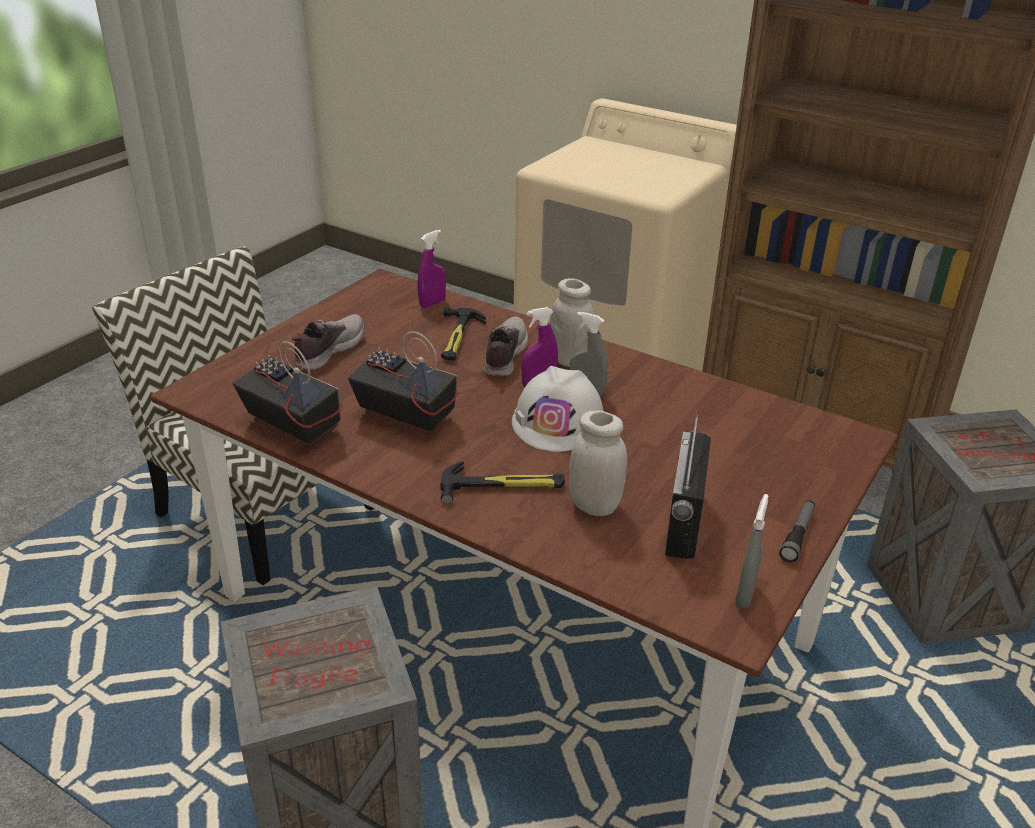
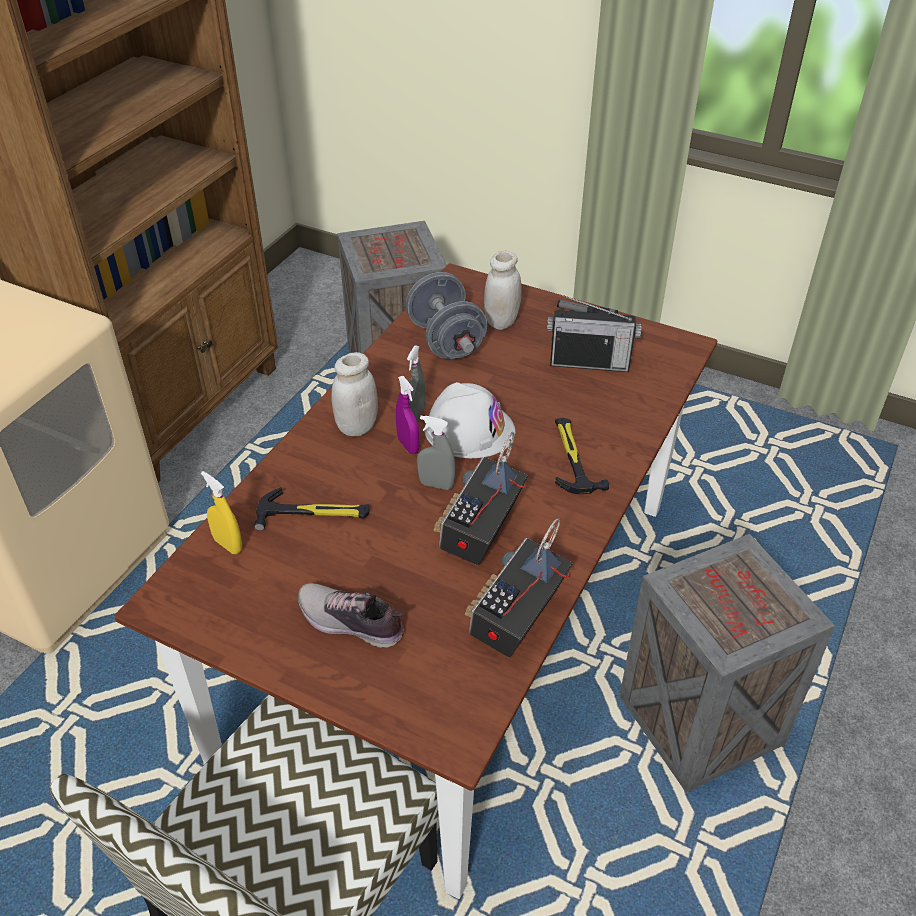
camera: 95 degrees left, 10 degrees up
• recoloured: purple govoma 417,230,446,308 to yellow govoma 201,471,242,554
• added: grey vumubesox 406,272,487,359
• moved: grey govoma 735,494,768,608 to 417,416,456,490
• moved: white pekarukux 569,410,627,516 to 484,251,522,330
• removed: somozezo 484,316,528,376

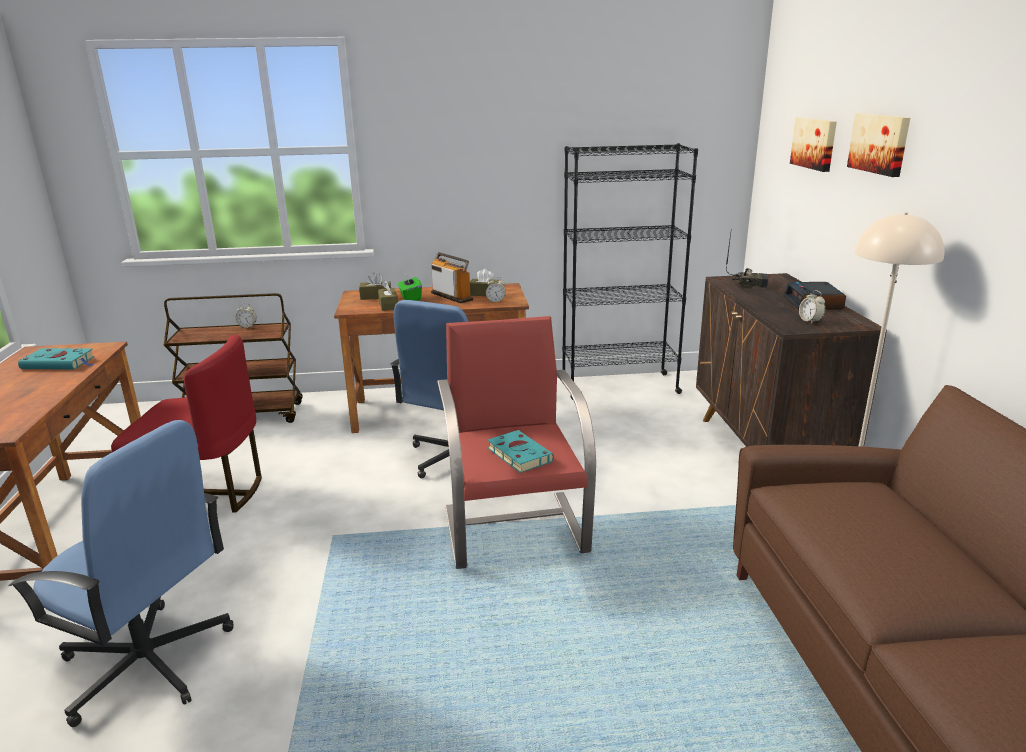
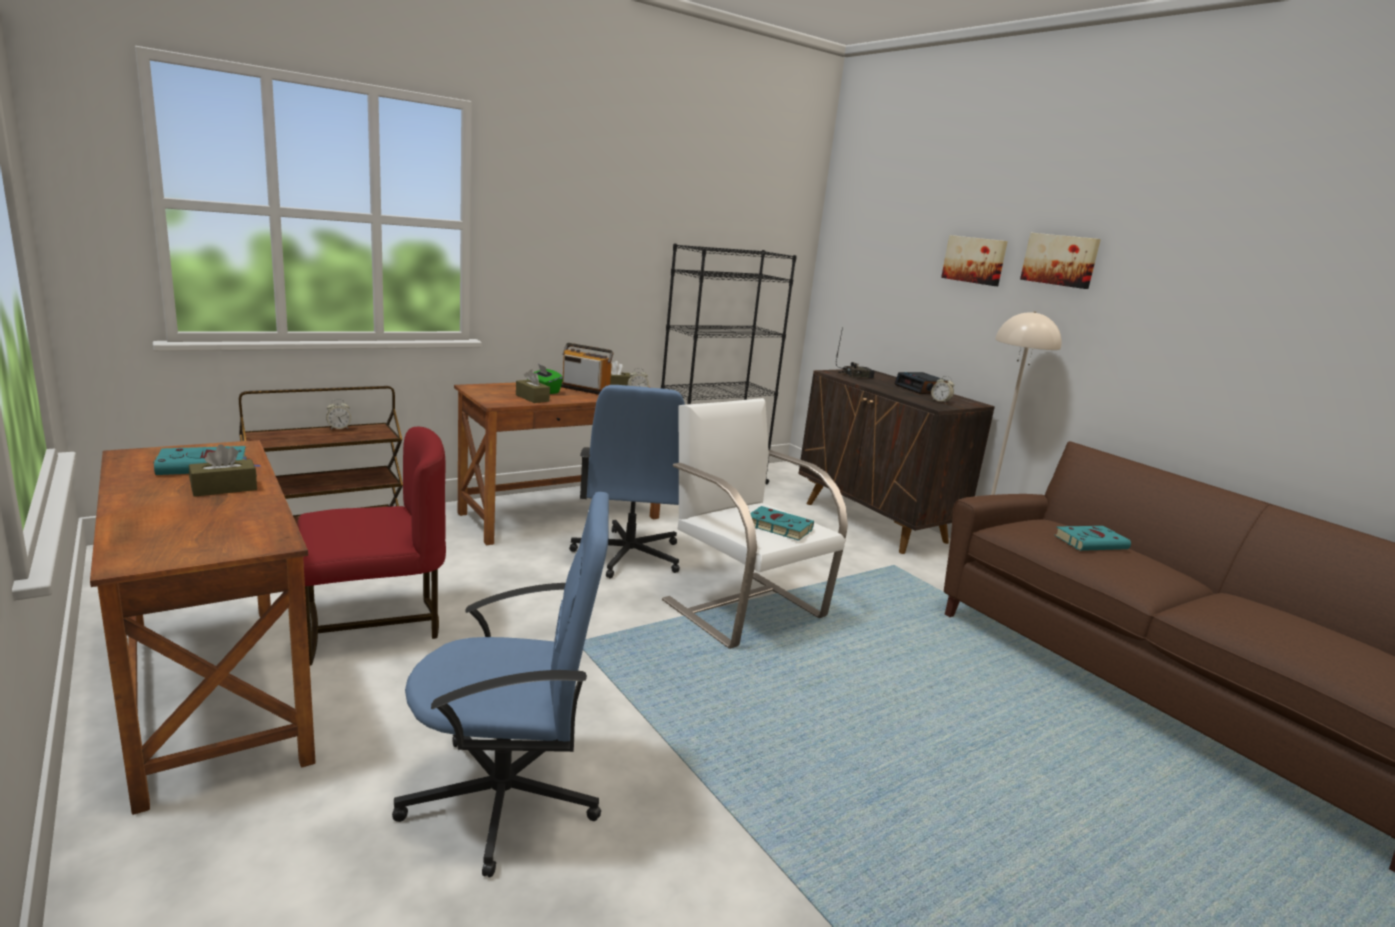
camera: 30 degrees left, 5 degrees down
• moved: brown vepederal 359,272,391,300 to 189,444,257,497
• recoloured: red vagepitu 437,316,596,569 to white vagepitu 662,398,848,649
• moved: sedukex 790,117,837,172 to 1020,233,1101,289
• added: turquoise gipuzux 1054,526,1131,551

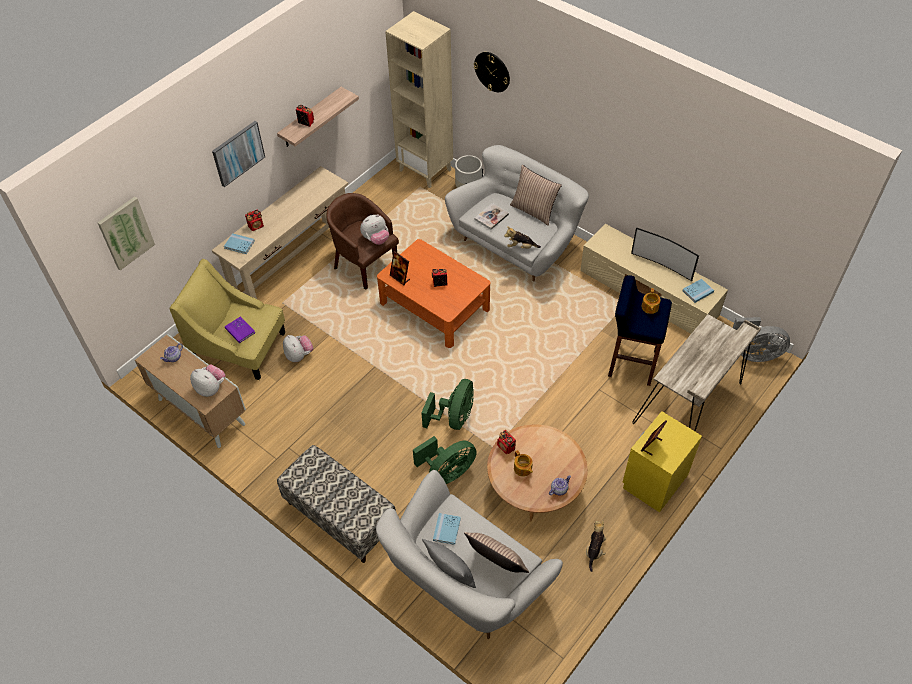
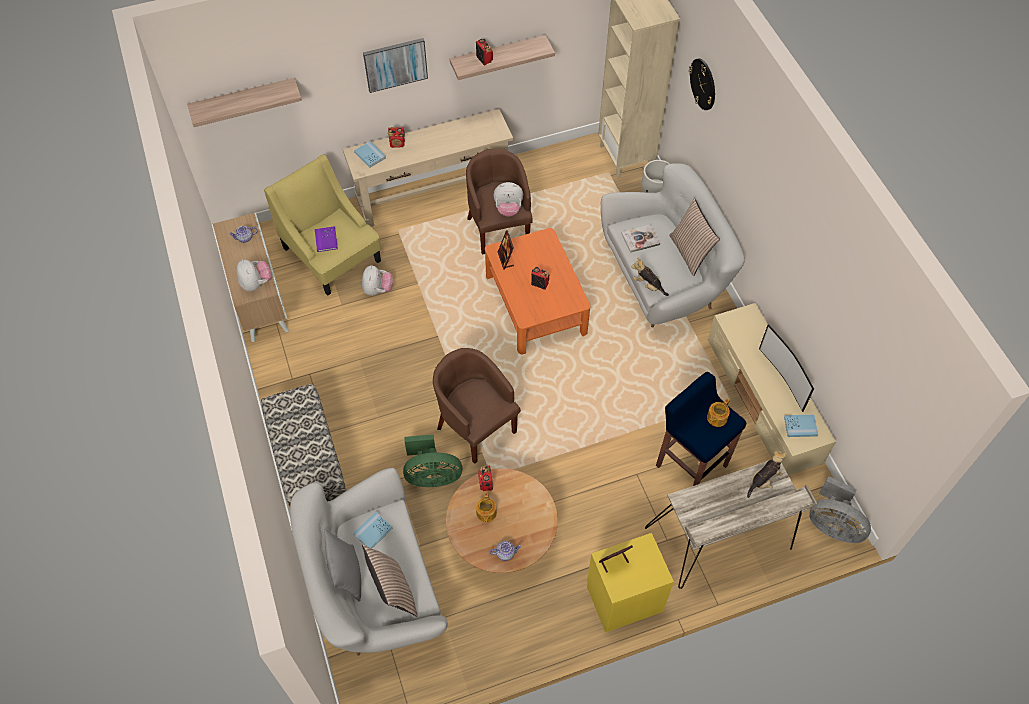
camera: 30 degrees right, 5 degrees up
• replaced: sedukex 98,197,155,270 to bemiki 187,78,302,127
• replaced: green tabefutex 421,379,474,430 to brown vagepitu 433,348,521,464
• moved: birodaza 586,521,606,572 to 747,450,787,498

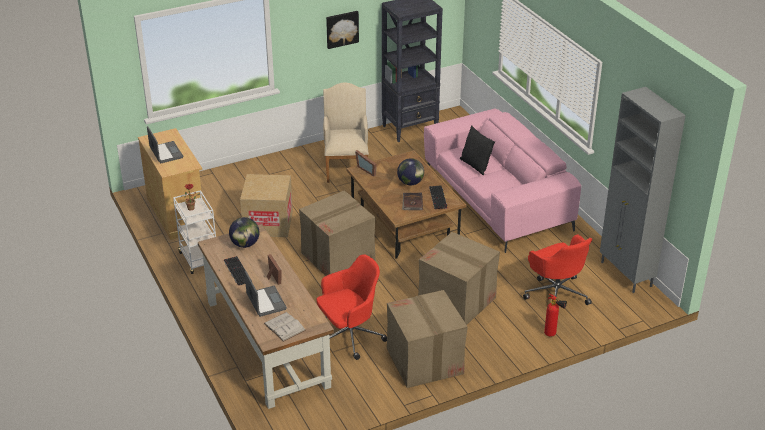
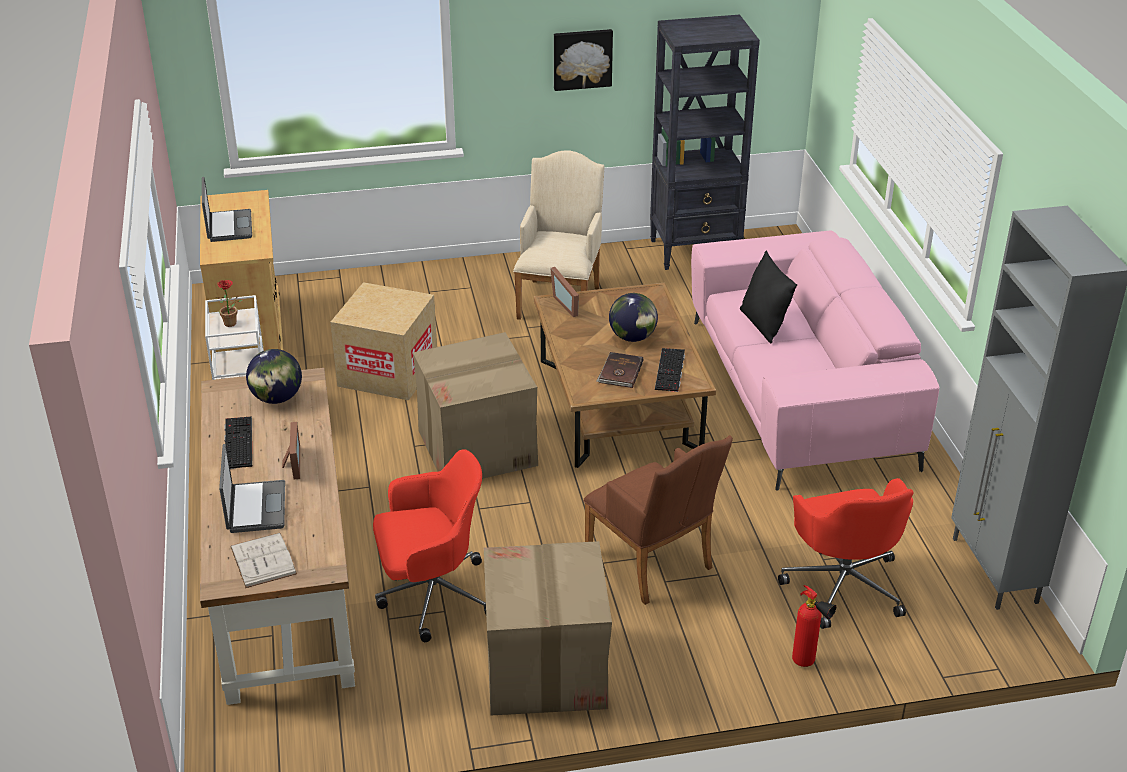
camera: 15 degrees right, 0 degrees up
• replaced: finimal 418,232,500,325 to brown vagepitu 583,435,733,605

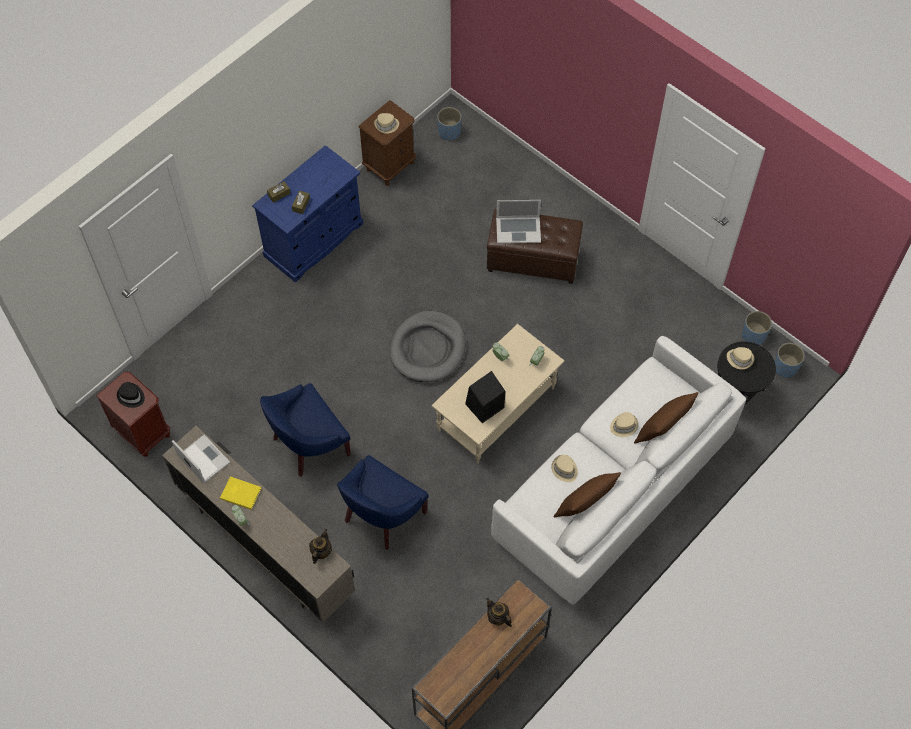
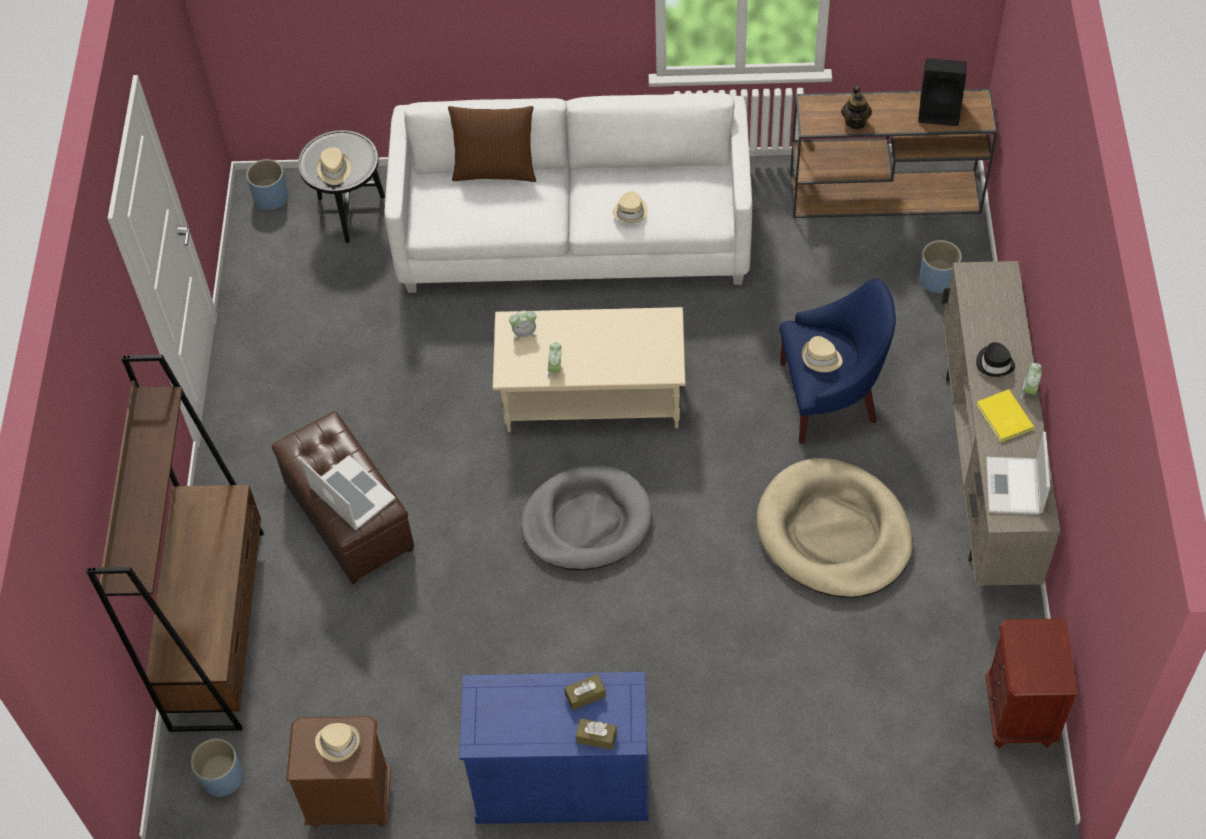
camera: 130 degrees left, 5 degrees down
• added: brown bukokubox 86,354,264,732
• replaced: blue vagepitu 260,383,351,477 to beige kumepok 757,458,913,598
• moved: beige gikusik 610,412,638,437 to 802,336,842,372
• moved: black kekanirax 465,371,505,423 to 918,58,966,126
• moved: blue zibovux 742,311,772,345 to 920,240,962,293
• moved: black gikusik 117,382,145,408 to 976,342,1015,377
• removed: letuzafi 309,529,332,564
• removed: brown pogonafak 554,472,621,517

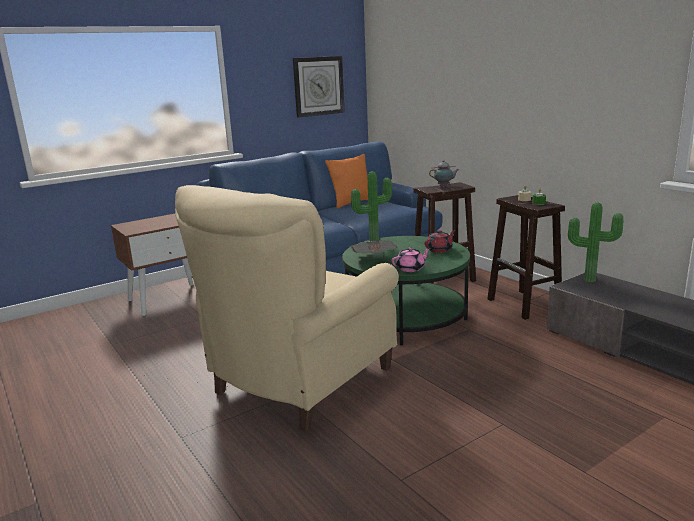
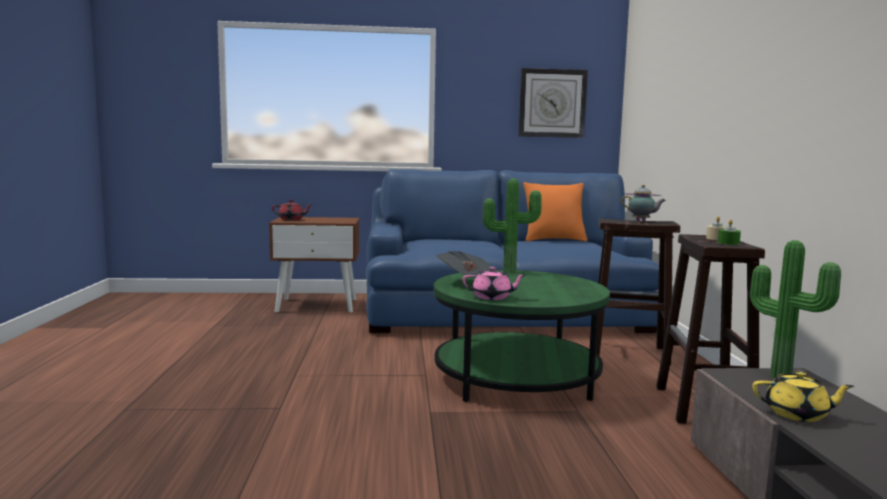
camera: 30 degrees right, 10 degrees down
• moved: red letuzafi 425,230,455,253 to 272,200,312,220
• added: yellow letuzafi 752,371,854,422
• removed: beige vagepitu 175,185,399,432

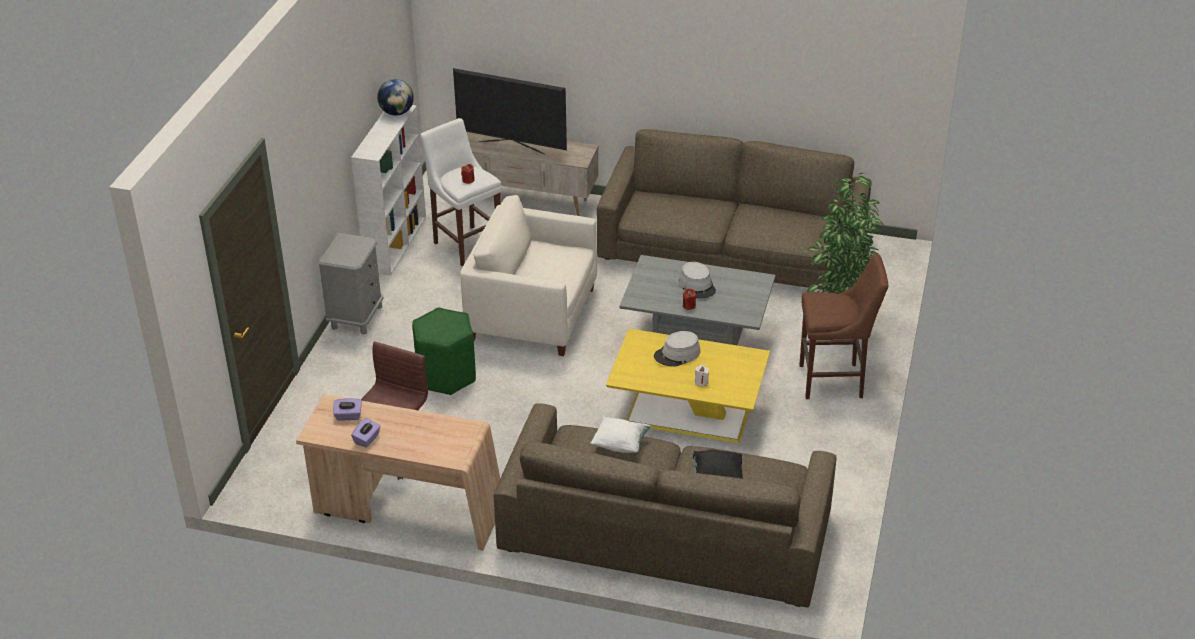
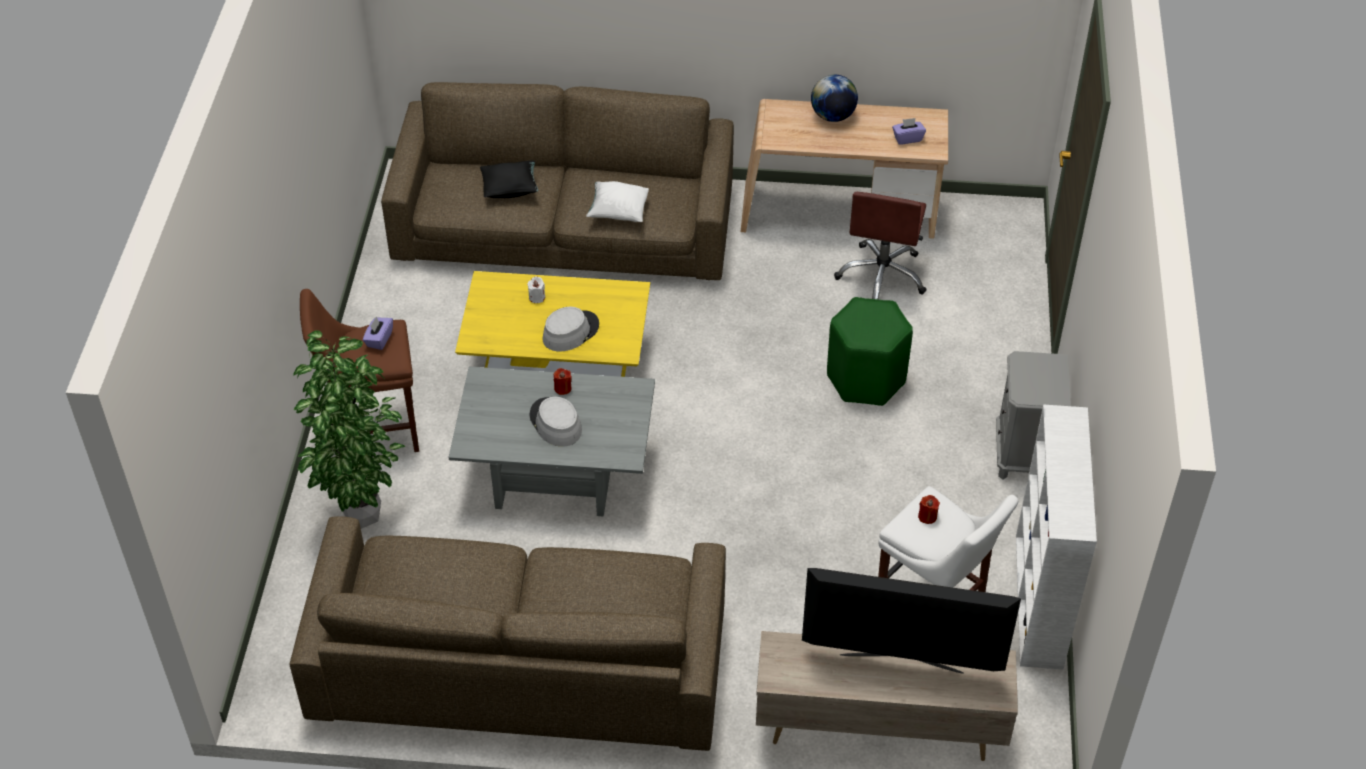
camera: 170 degrees right, 10 degrees up
• moved: purple vepederal 351,418,381,448 to 363,316,393,350
• moved: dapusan 377,79,414,116 to 811,75,858,122
• removed: white vagepitu 460,195,597,356

